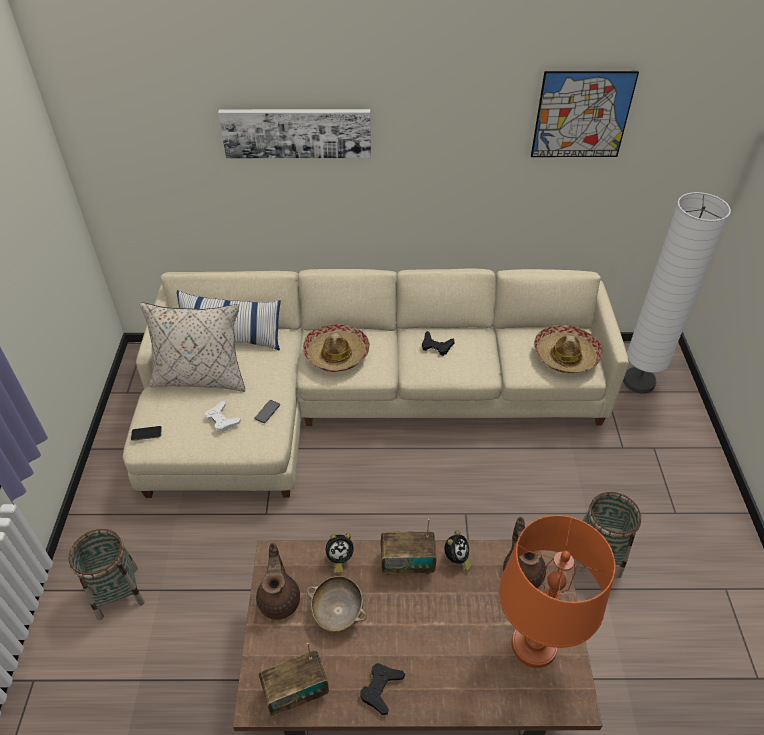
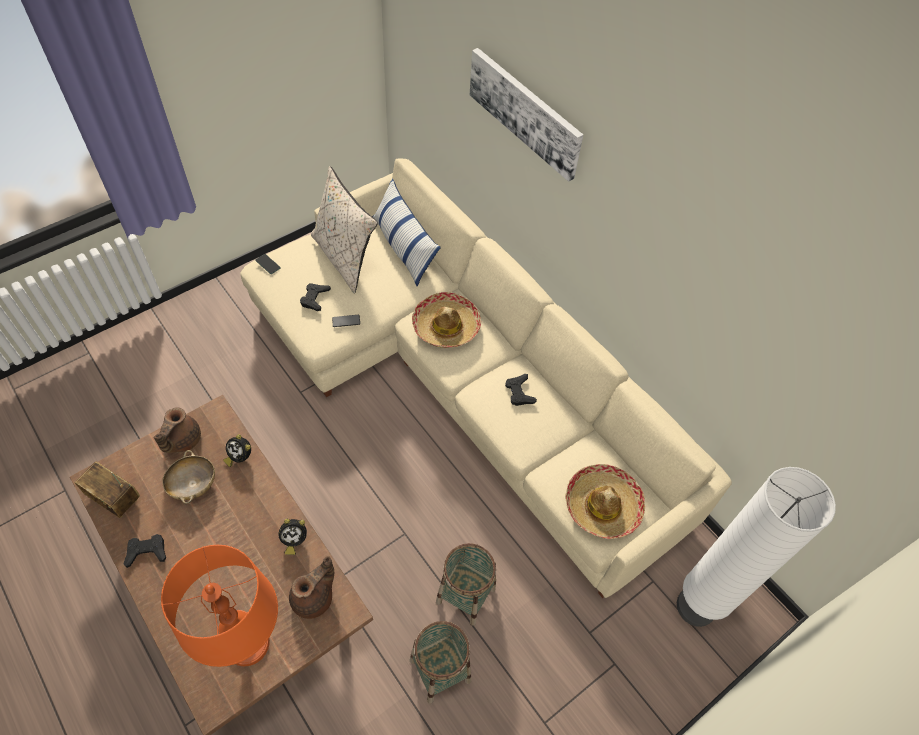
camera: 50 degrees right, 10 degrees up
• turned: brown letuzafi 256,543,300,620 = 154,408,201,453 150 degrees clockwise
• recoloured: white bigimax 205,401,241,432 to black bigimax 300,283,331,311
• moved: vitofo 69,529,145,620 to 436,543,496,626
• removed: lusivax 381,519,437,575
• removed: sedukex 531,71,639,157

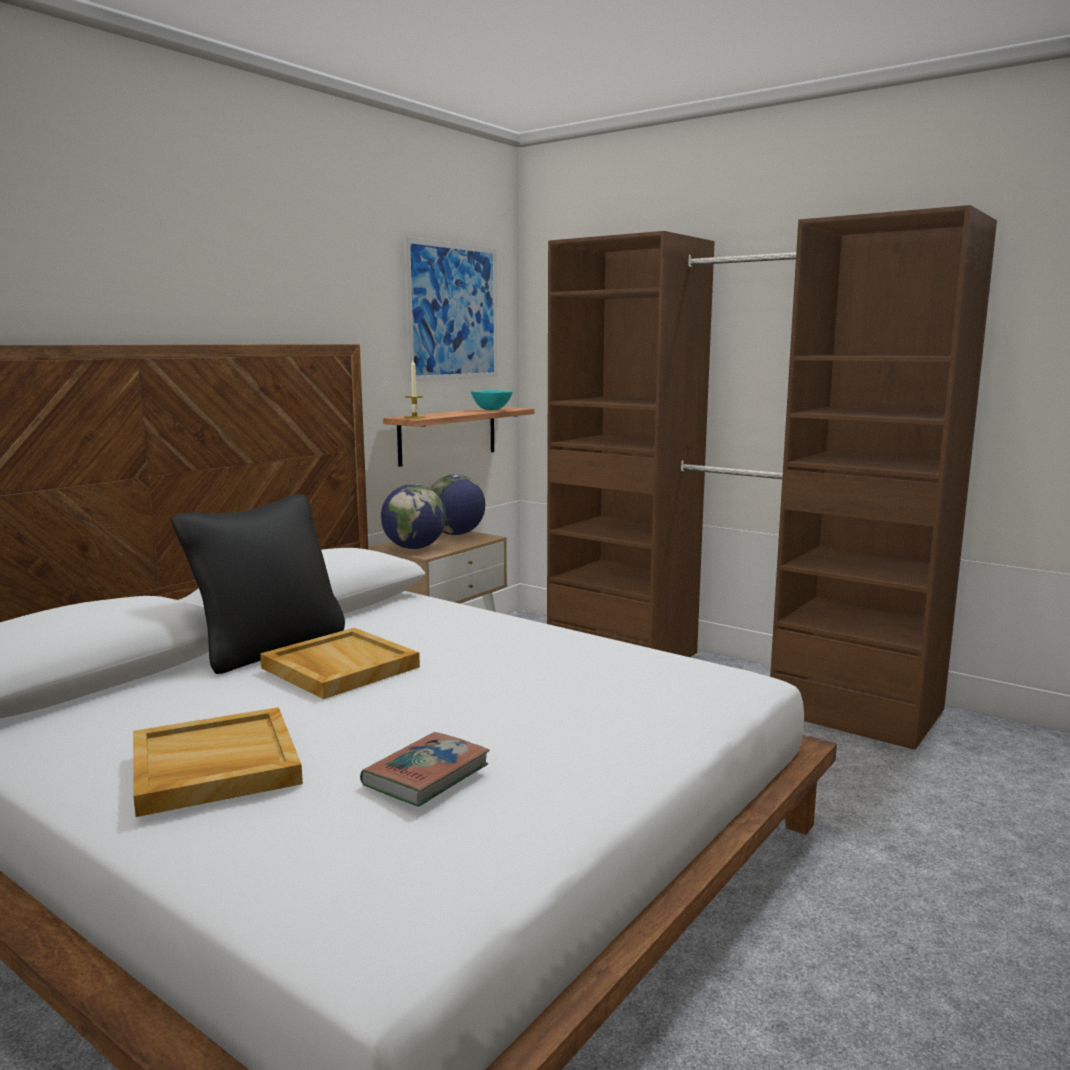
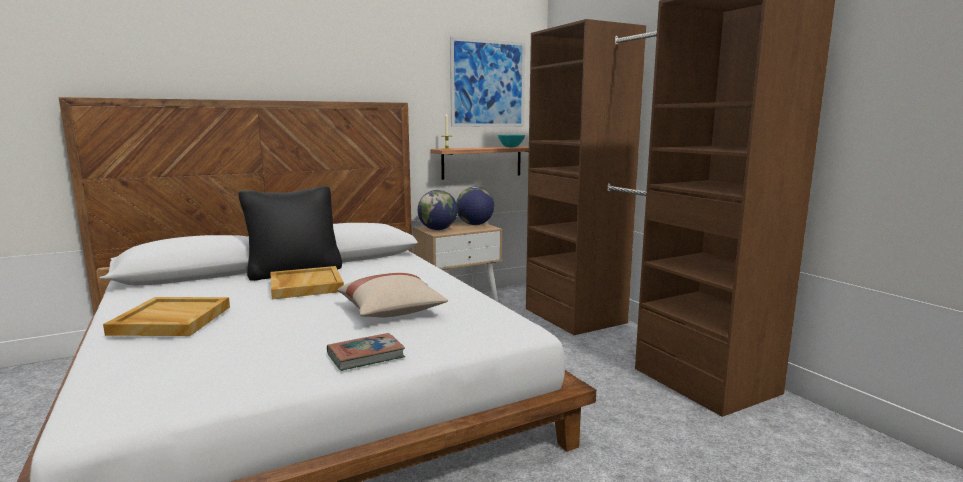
camera: 25 degrees right, 0 degrees up
• moved: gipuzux 360,732,490,806 to 327,333,405,371
• added: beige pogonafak 338,273,448,318

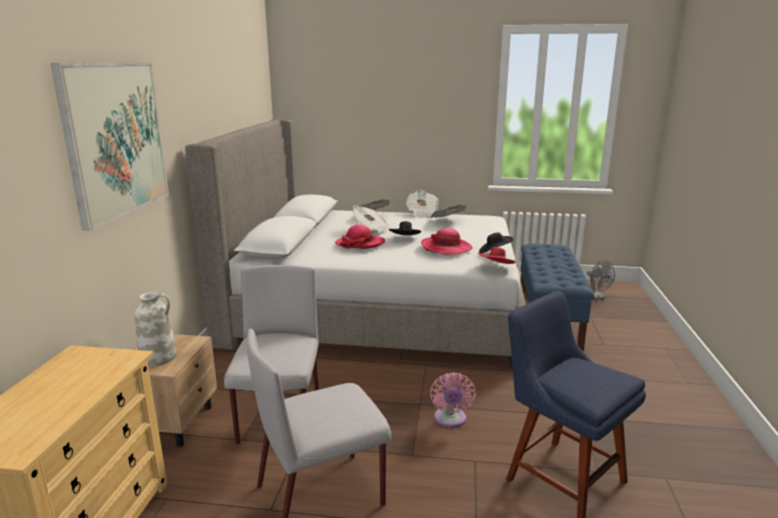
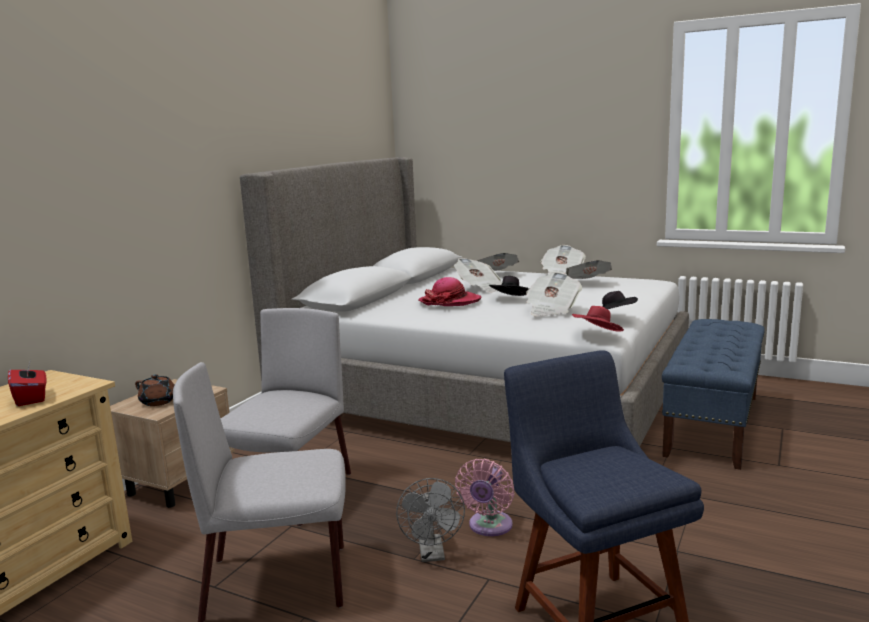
camera: 20 degrees right, 5 degrees down
• added: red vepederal 8,359,46,406
• replaced: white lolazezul 135,292,176,366 to brown letuzafi 135,374,175,406
• moved: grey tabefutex 587,260,615,300 to 396,478,465,562
• replaced: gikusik 421,228,473,255 to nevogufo 526,272,582,317
• removed: sedukex 51,63,169,231

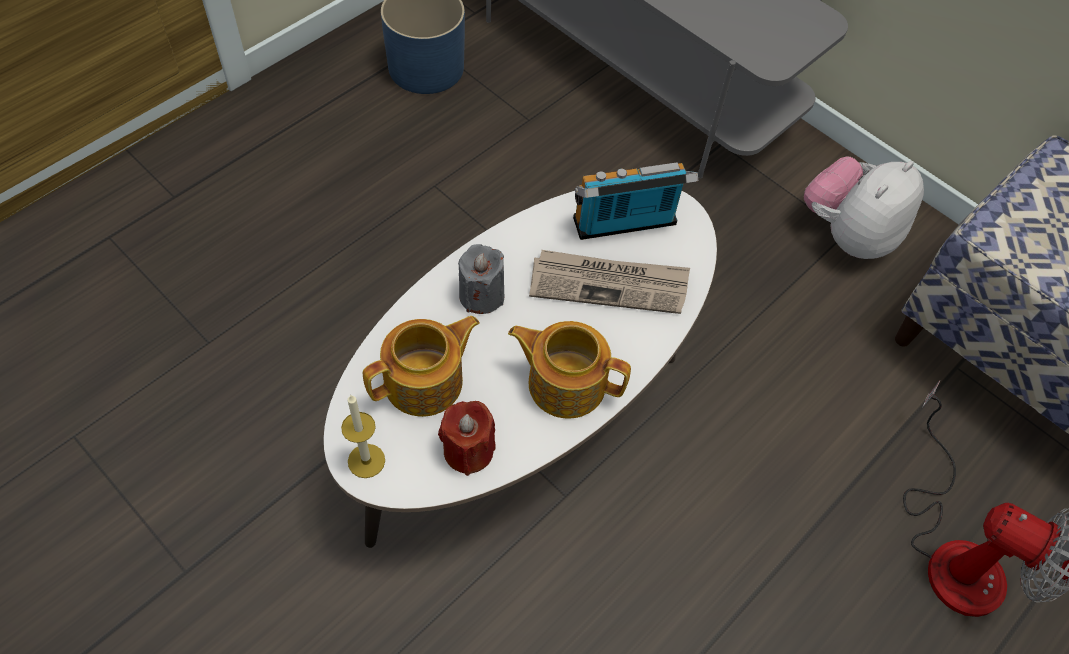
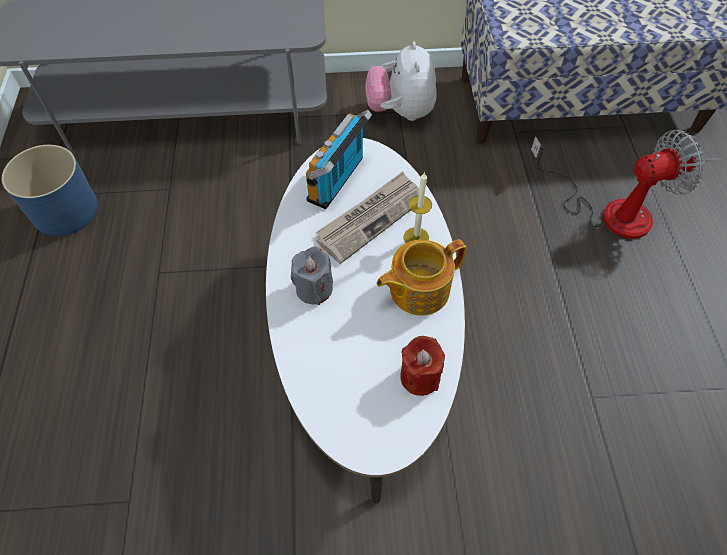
camera: 45 degrees left, 0 degrees up
• moved: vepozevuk 341,395,385,478 to 404,172,432,243
• removed: letuzafi 363,316,480,417

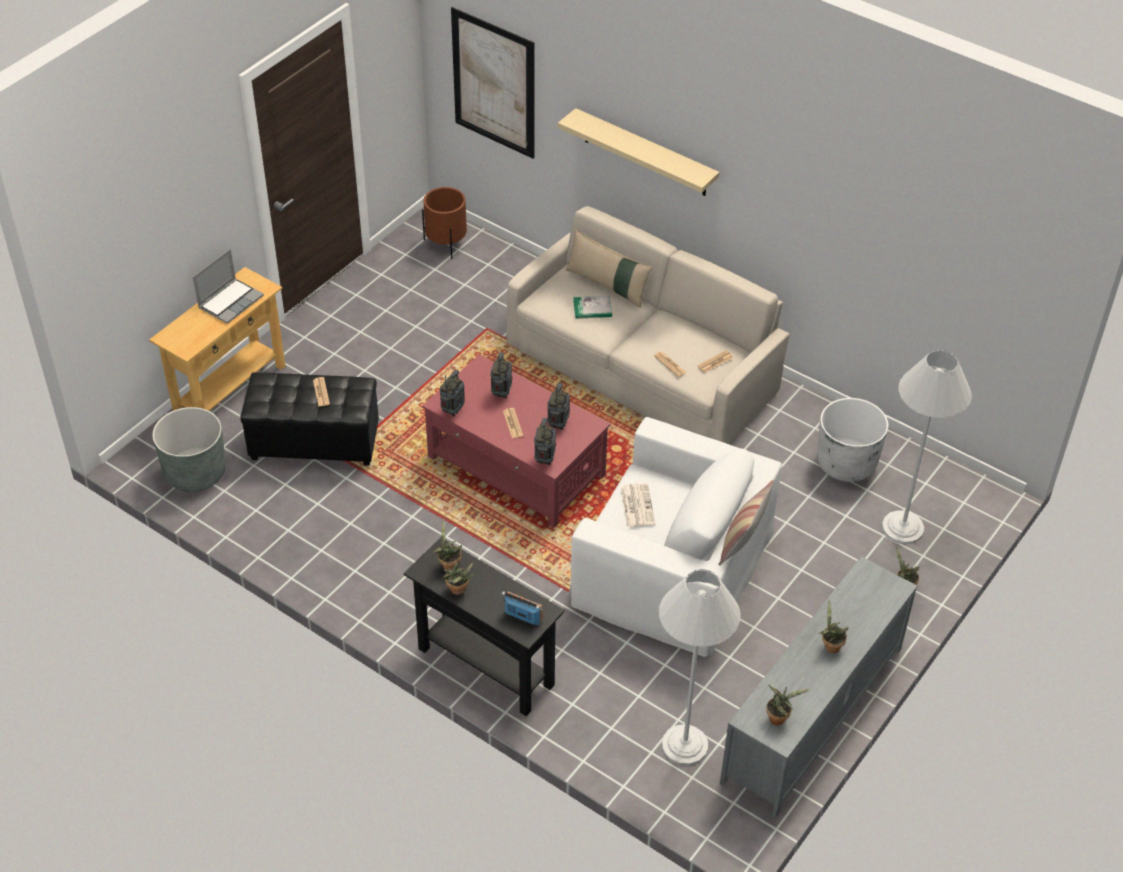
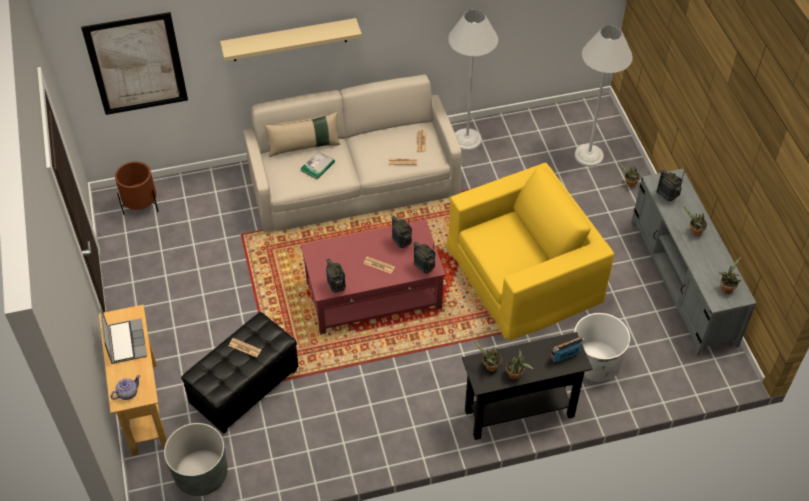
camera: 50 degrees left, 5 degrees up
• added: letuzafi 110,375,140,400
• recoloured: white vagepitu 568,417,782,657 to yellow vagepitu 447,163,614,340
• moved: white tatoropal 659,569,741,766 to 448,9,498,150
• moved: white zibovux 817,398,888,482 to 574,313,630,382
• moved: lusivax 491,352,513,399 to 656,169,685,201
• removed: nevogufo 620,483,655,528
• removed: pogonafak 718,480,774,566

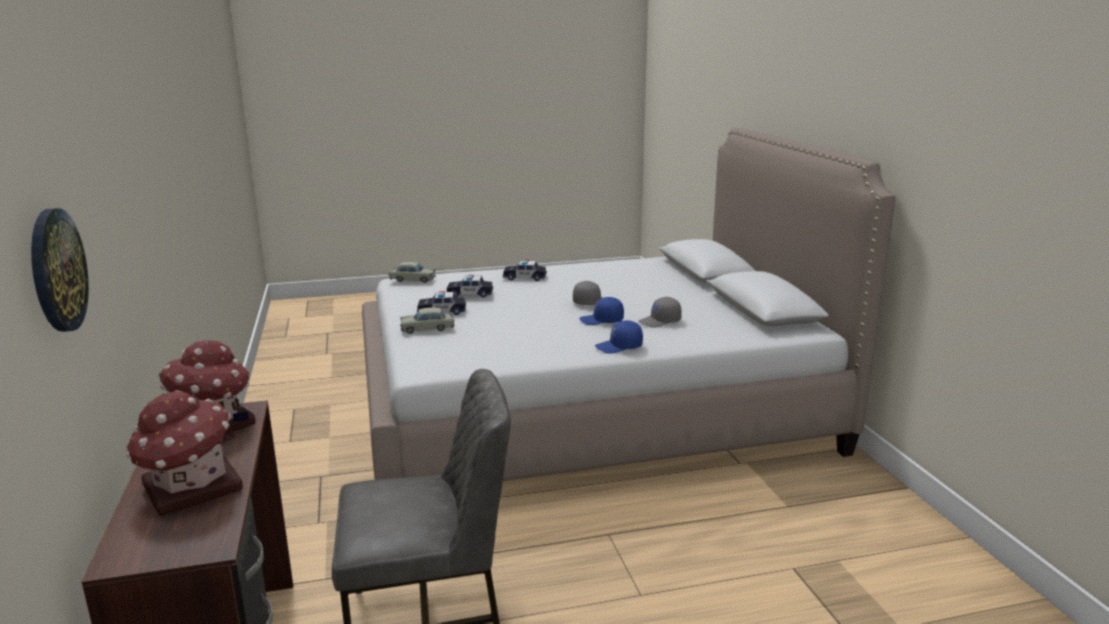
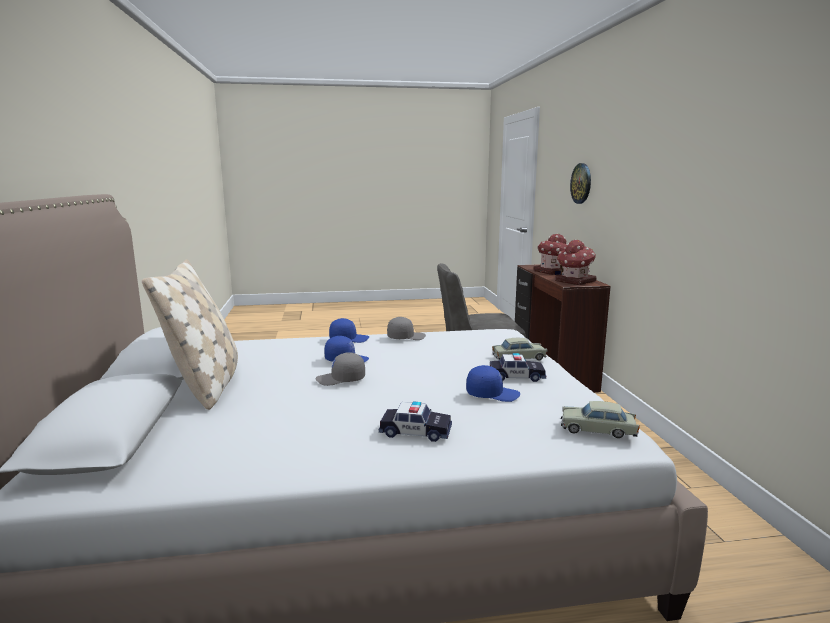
camera: 175 degrees left, 5 degrees down
• added: beige pogonafak 142,259,238,410
• moved: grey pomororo 638,297,682,328 to 387,317,426,340
• replaced: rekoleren 447,275,493,298 to blue pomororo 466,365,520,402

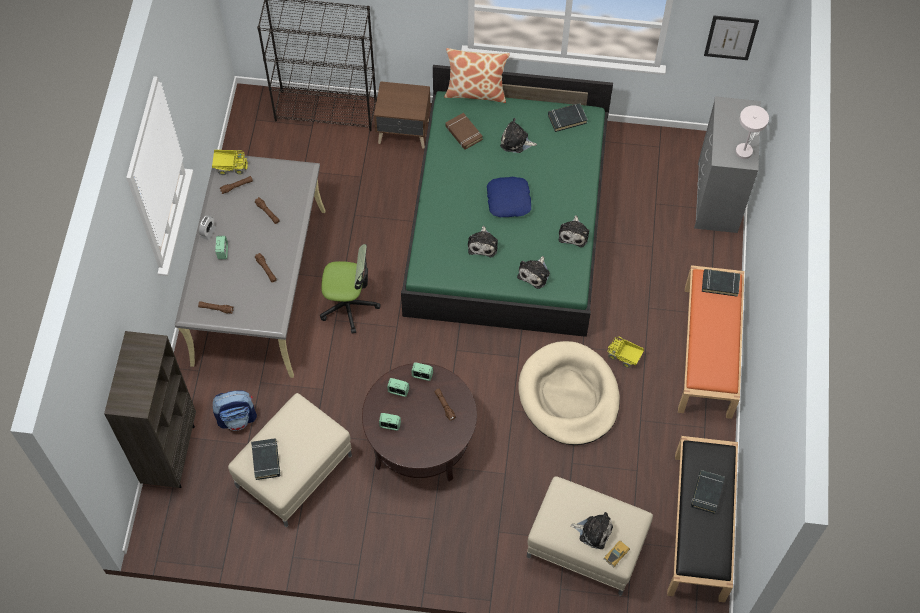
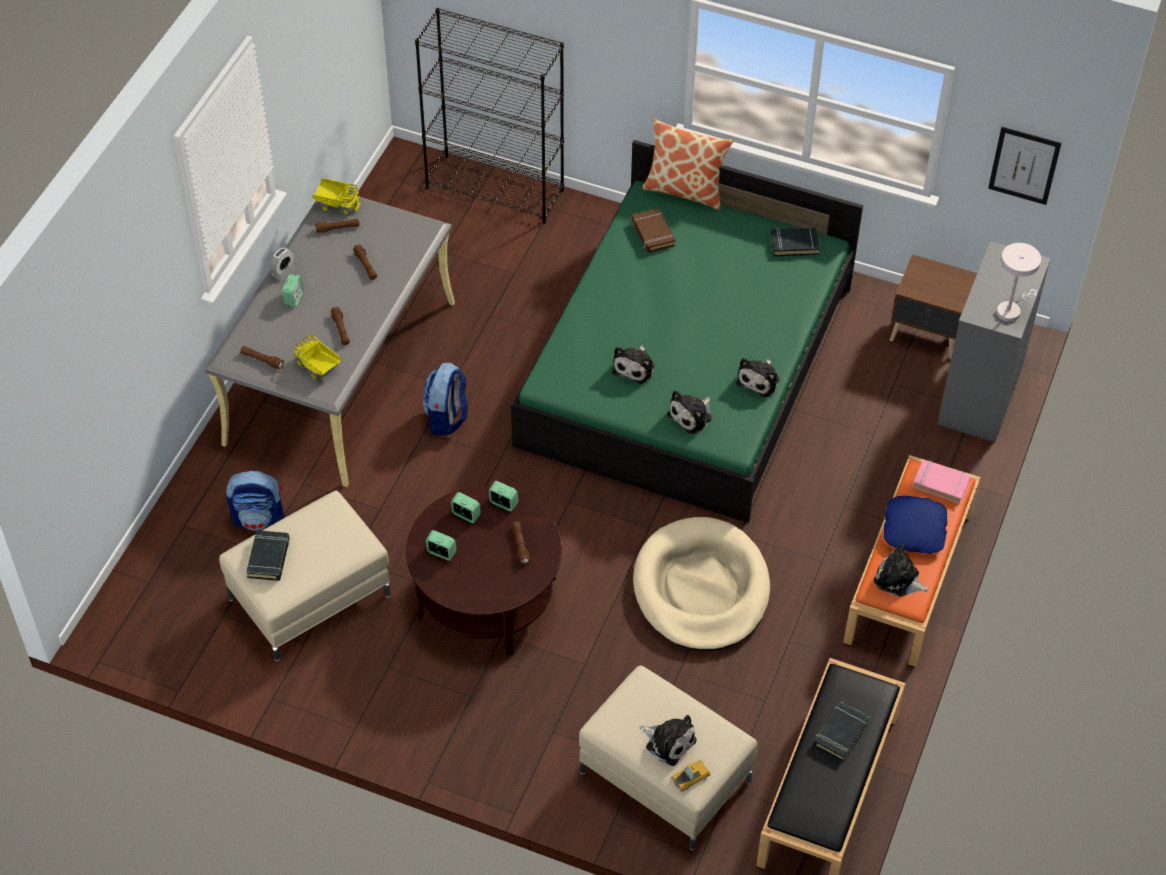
camera: 15 degrees right, 10 degrees down
• moved: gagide 607,337,644,368 to 293,336,341,381
• replaced: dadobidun 320,244,381,334 to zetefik 422,363,468,435
• moved: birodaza 500,118,537,153 to 874,544,929,597
• moved: blue pogonafak 487,177,531,217 to 884,496,947,554
• moved: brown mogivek 374,81,430,149 to 890,254,977,359
• recoloured: black gipuzux 702,269,740,297 to pink gipuzux 912,459,971,504
• removed: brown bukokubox 104,331,196,488

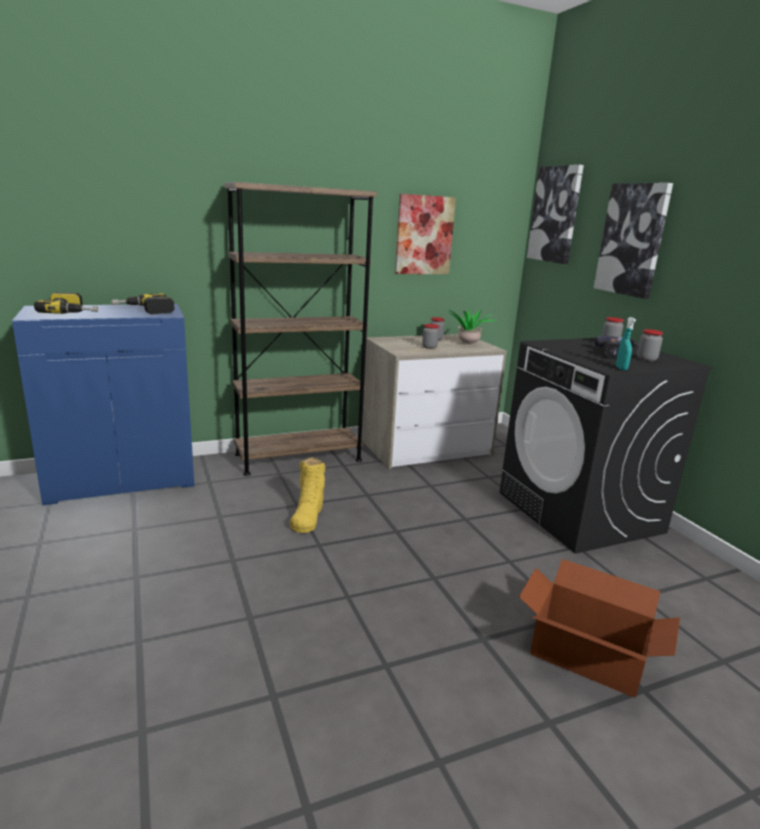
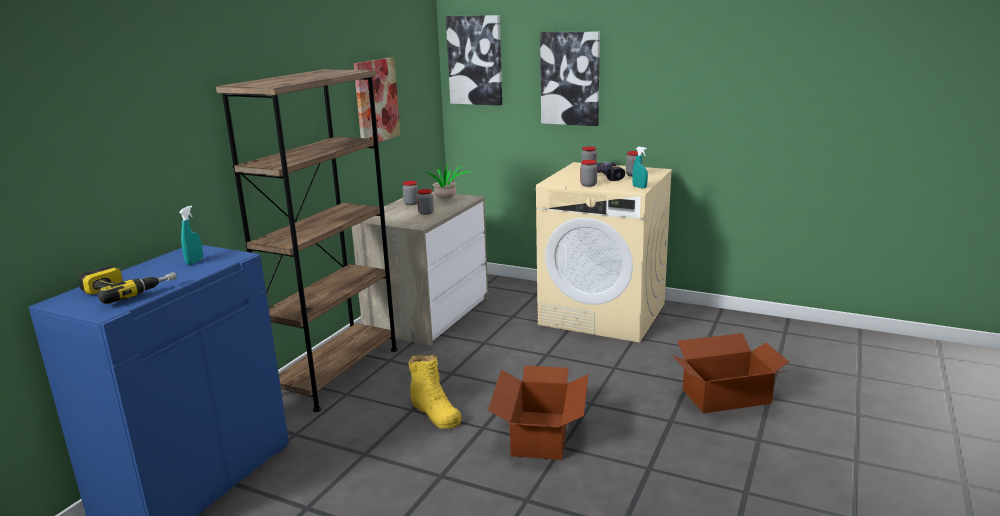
camera: 40 degrees left, 0 degrees up
• replaced: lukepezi 111,293,175,315 to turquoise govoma 179,206,203,265
• added: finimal 488,366,588,460
• recoloured: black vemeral 499,338,713,554 to beige vemeral 536,162,672,343
• added: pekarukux 580,160,597,187

